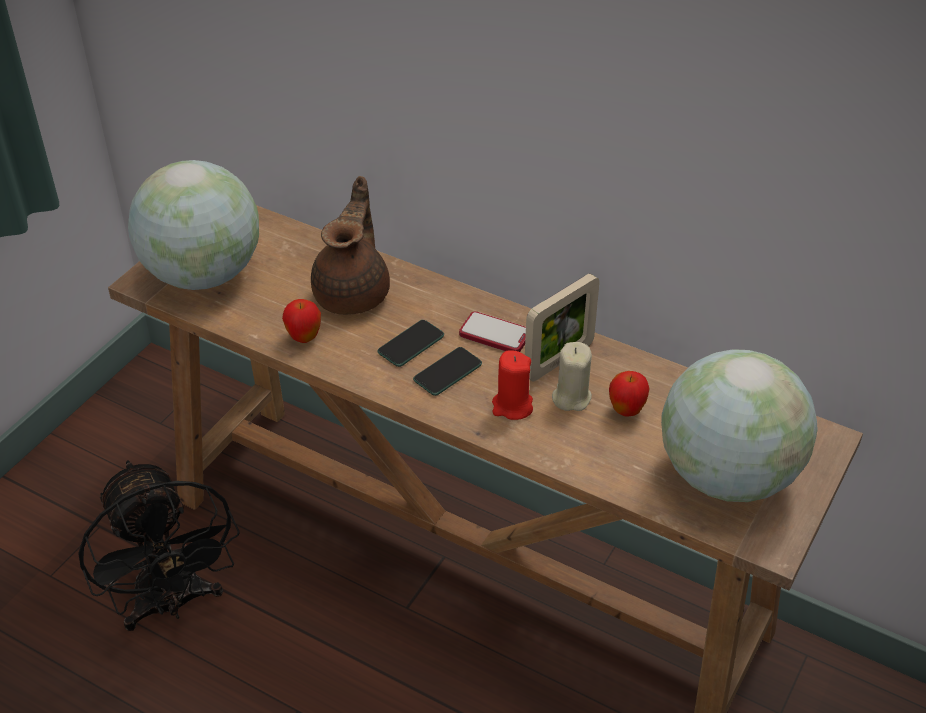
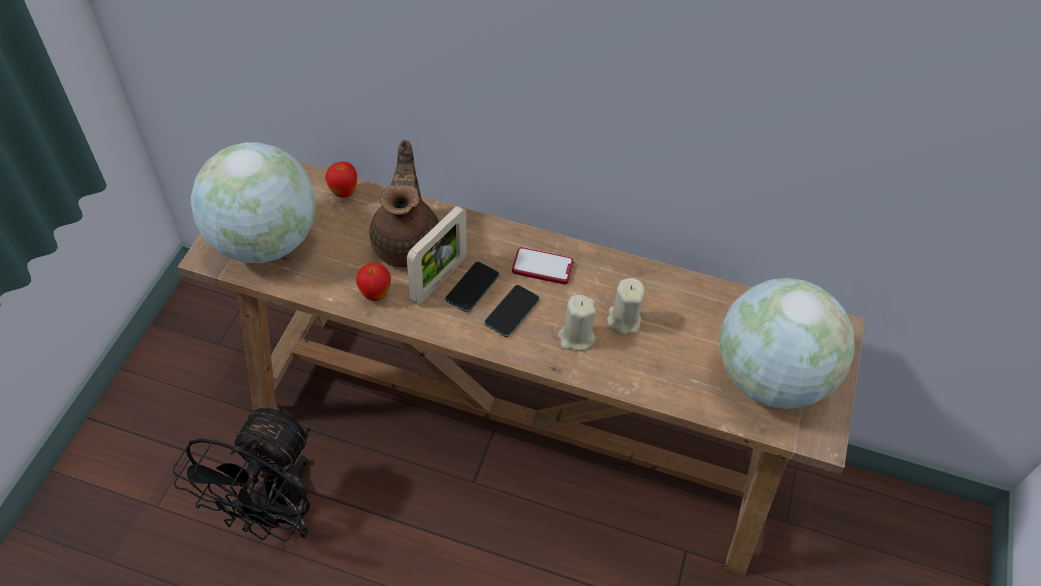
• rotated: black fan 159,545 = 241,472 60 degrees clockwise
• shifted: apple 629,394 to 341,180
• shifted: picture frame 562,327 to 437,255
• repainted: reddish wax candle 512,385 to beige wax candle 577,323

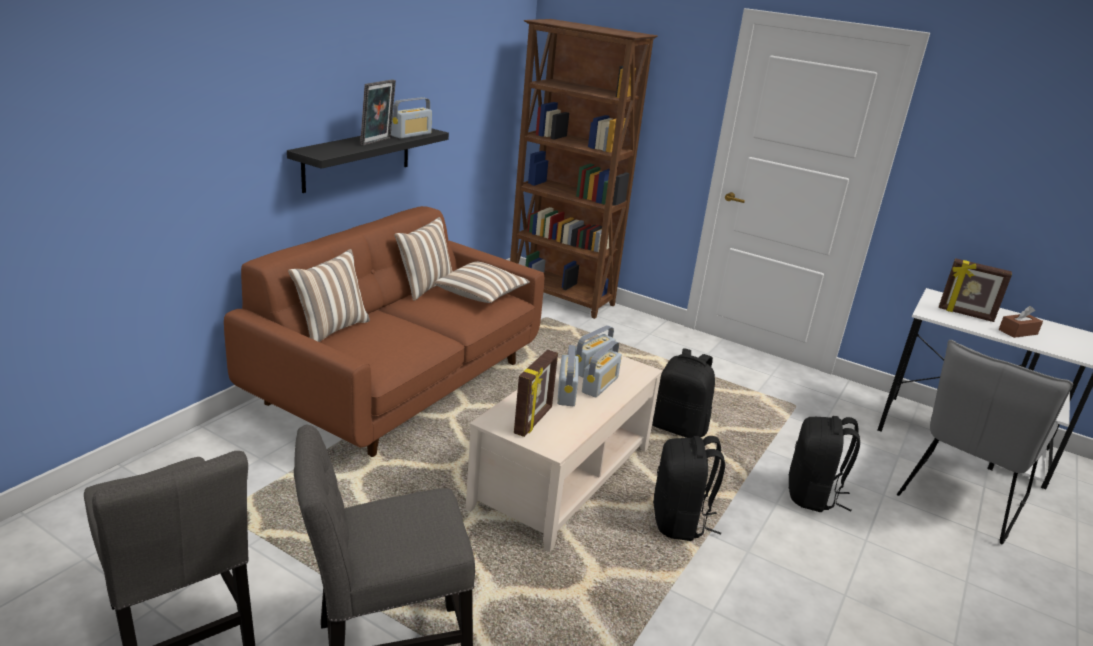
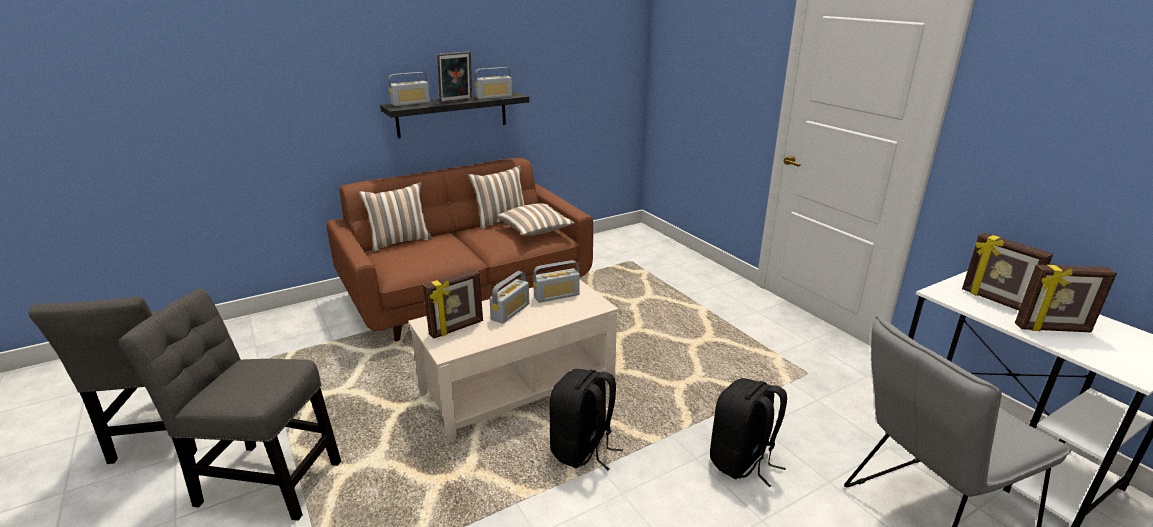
• shifted: radio set 602,368 to 409,89
• swapped: brown tissue box 1021,322 to picture frame 1066,298
• gone: brown bookcase 584,169
• gone: black knapsack 683,393

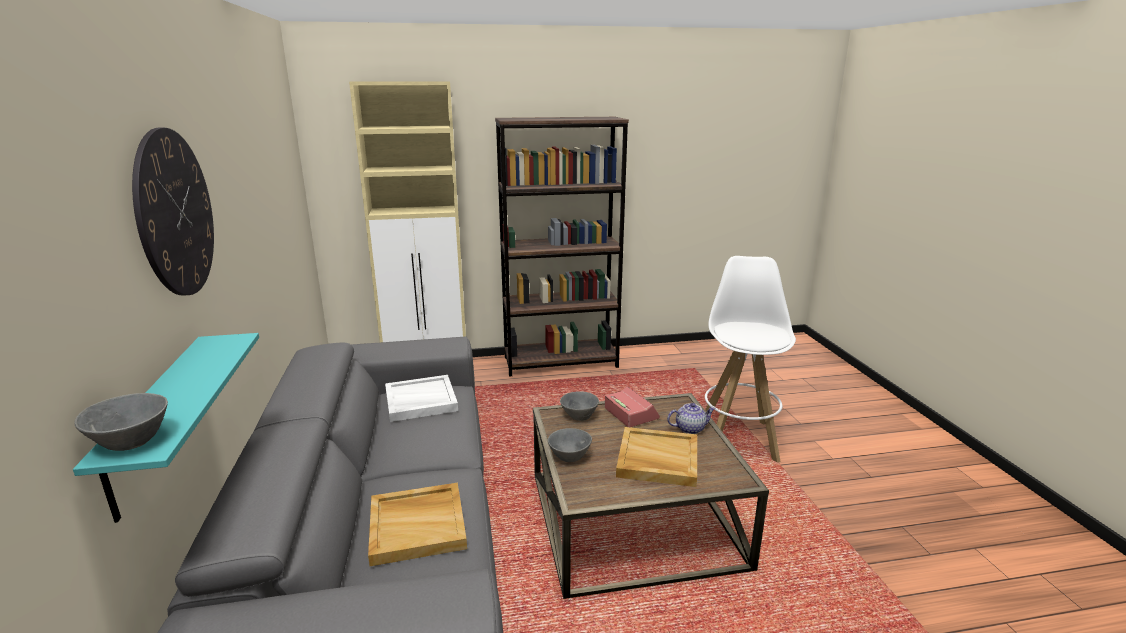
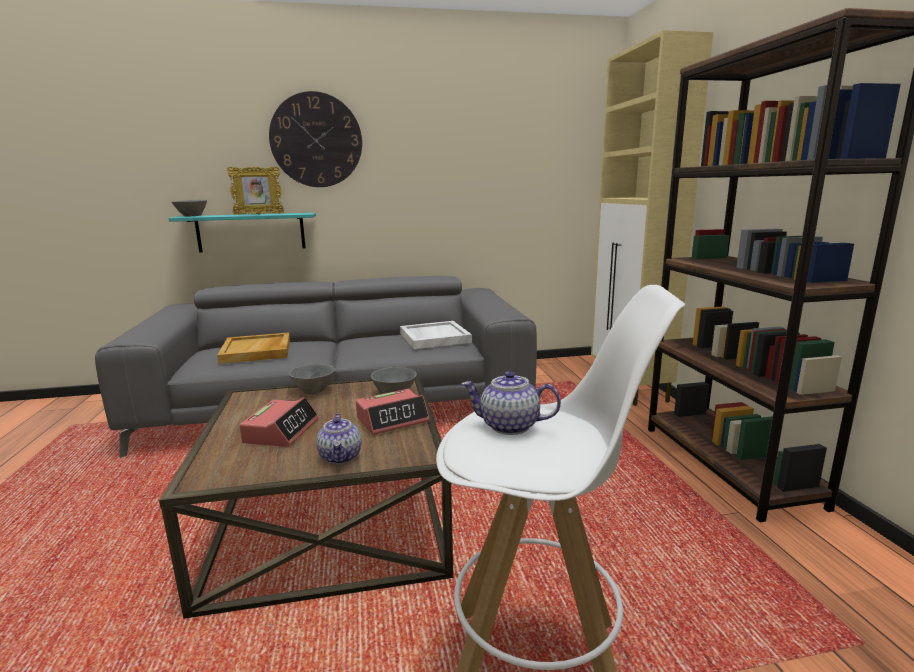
• new: picture frame 255,190
• swapped: beige carrying tray 656,457 to alarm clock 279,422
• new: pot for tea 511,403

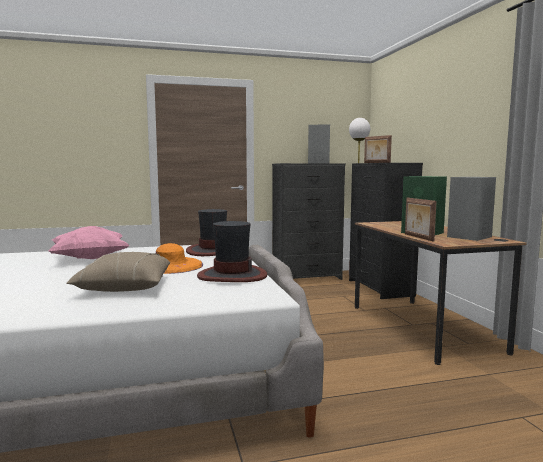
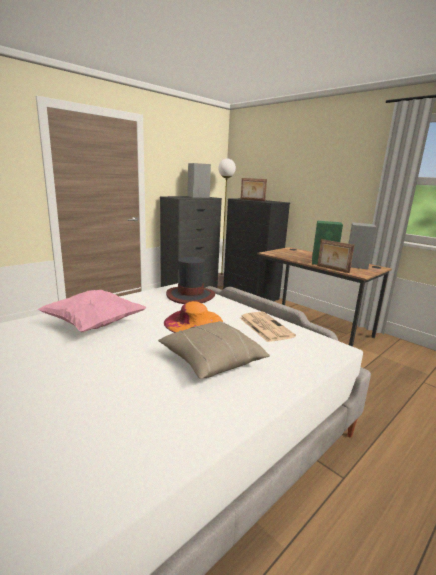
• swapped: hat 232,251 to printed paper 268,327

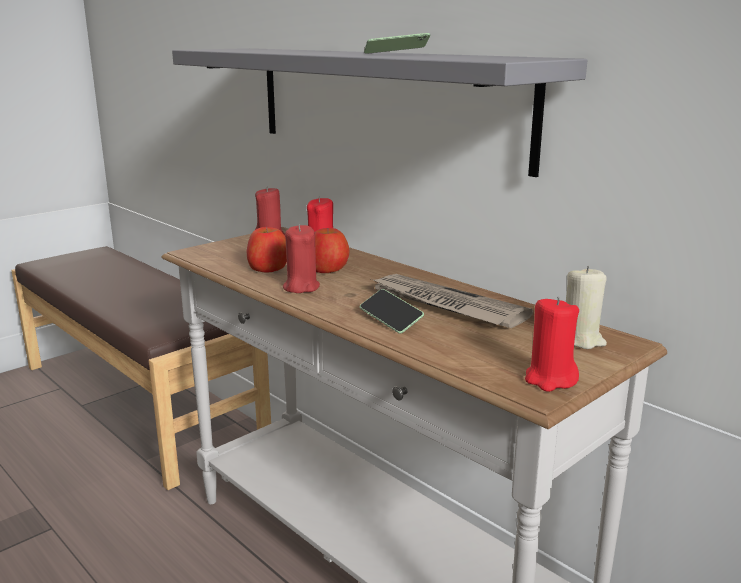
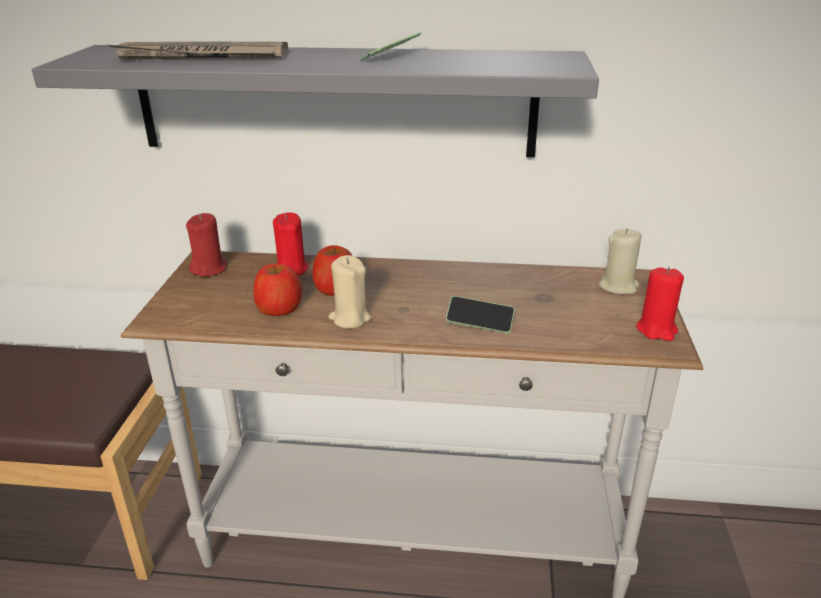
• shifted: printed paper 451,301 to 198,51
• repainted: reddish wax candle 301,259 to beige wax candle 350,291

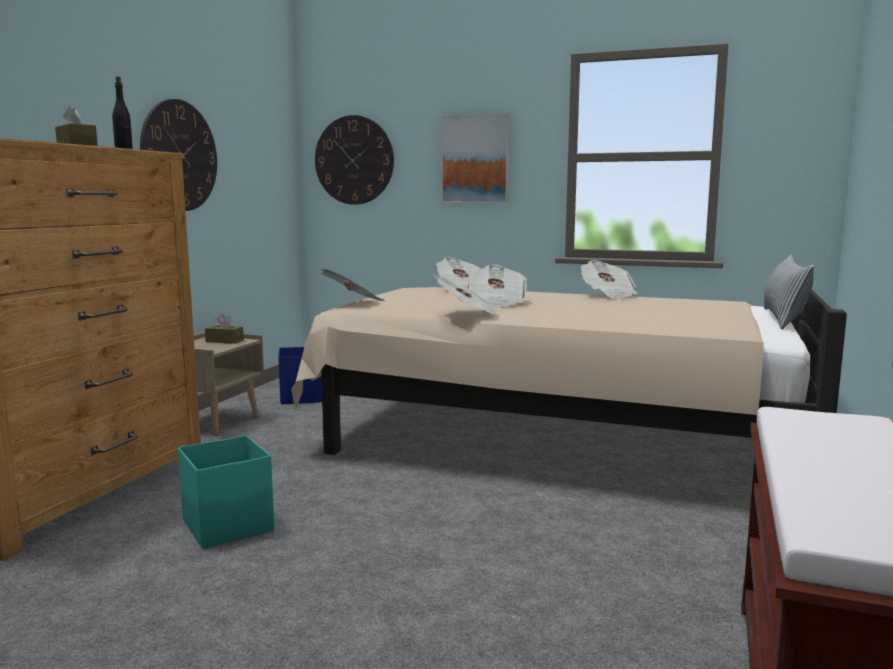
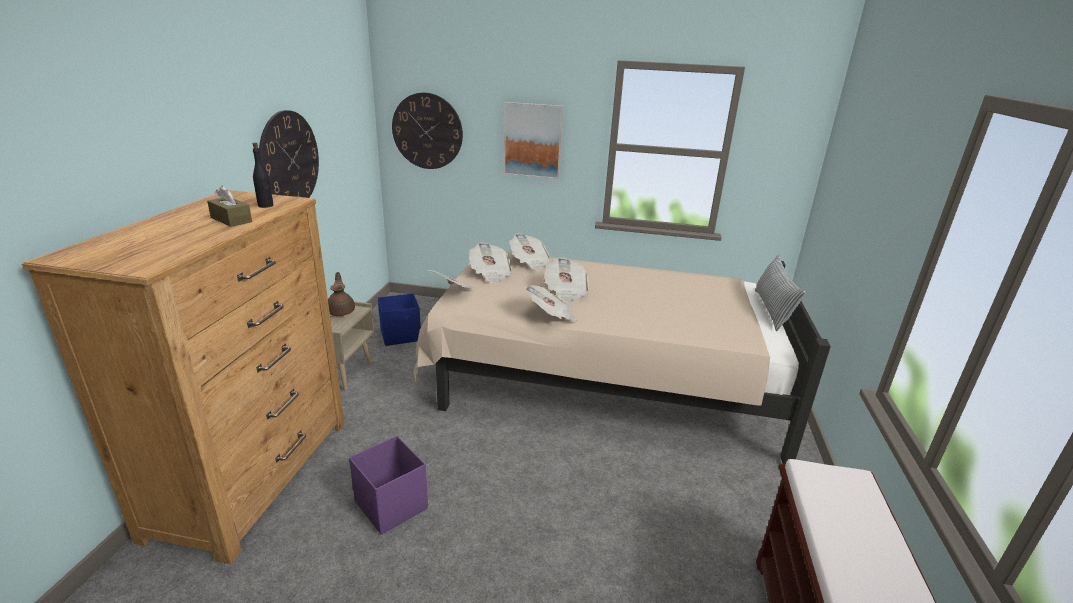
• swapped: brown tissue box 224,329 to brown pot for tea 341,294
• repainted: blue-green storage bin 226,492 to purple-coloured storage bin 388,485
• shifted: printed paper 609,280 to 490,263

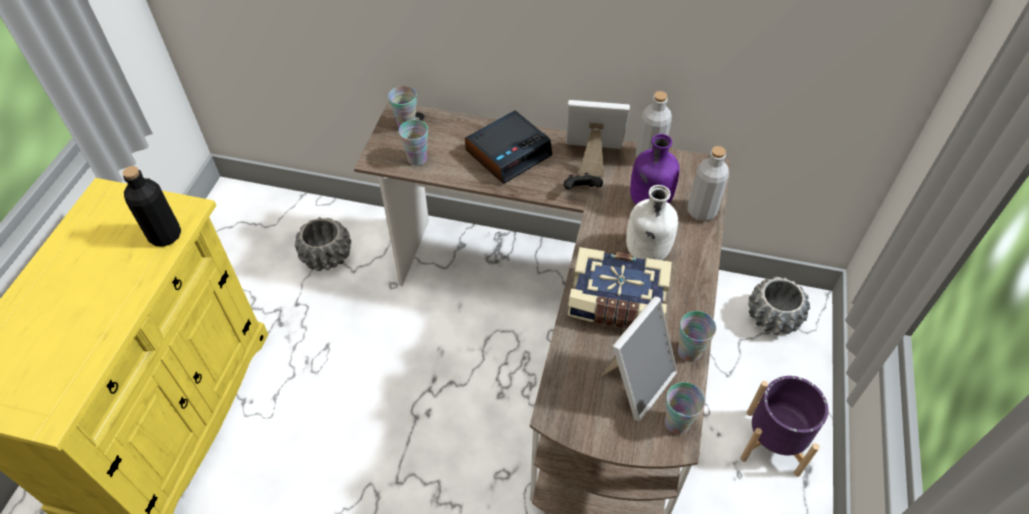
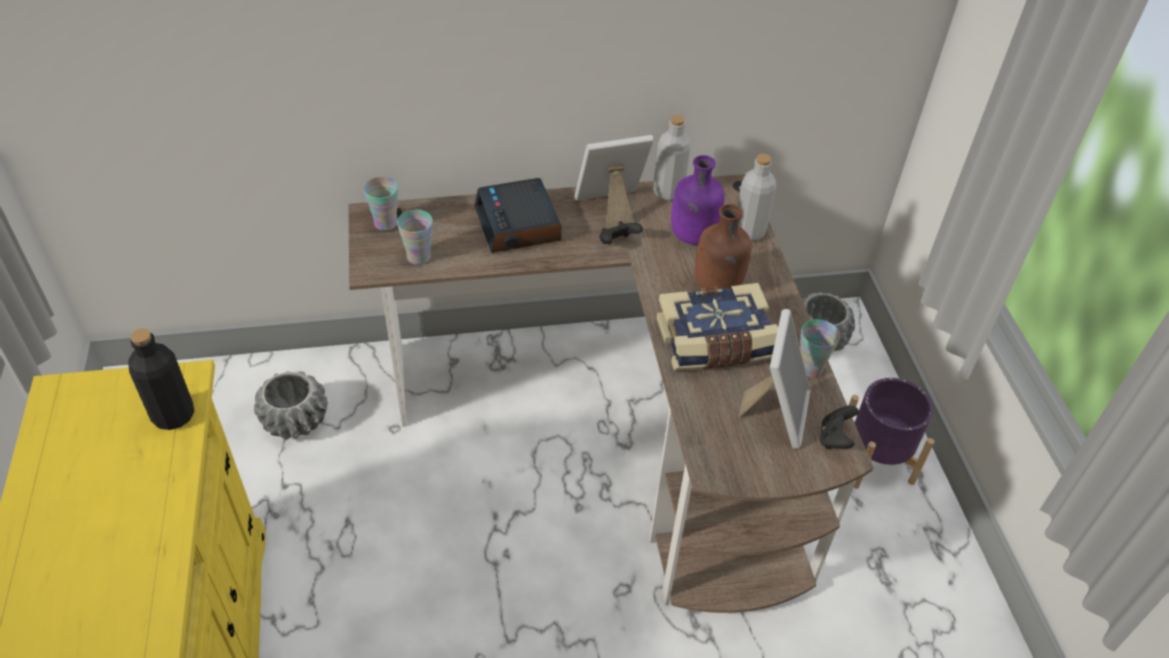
• rotated: alarm clock 508,147 = 517,215 135 degrees clockwise
• repainted: whitish bottle 652,222 to brown bottle 723,247
• swapped: cup 685,408 to black joypad 839,427

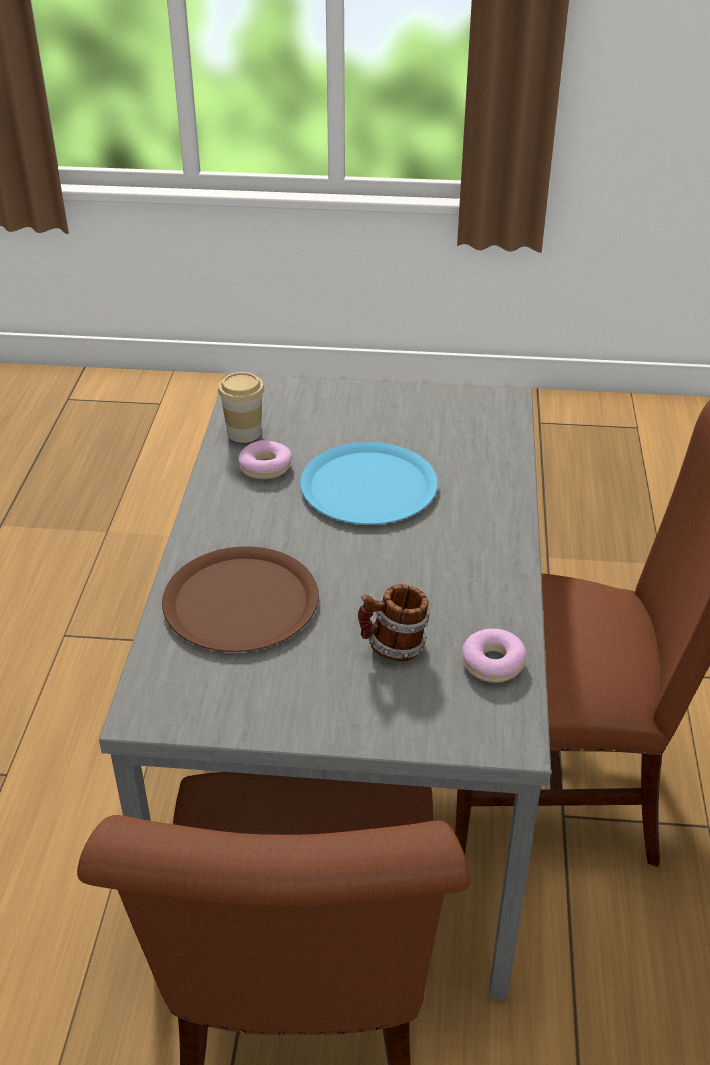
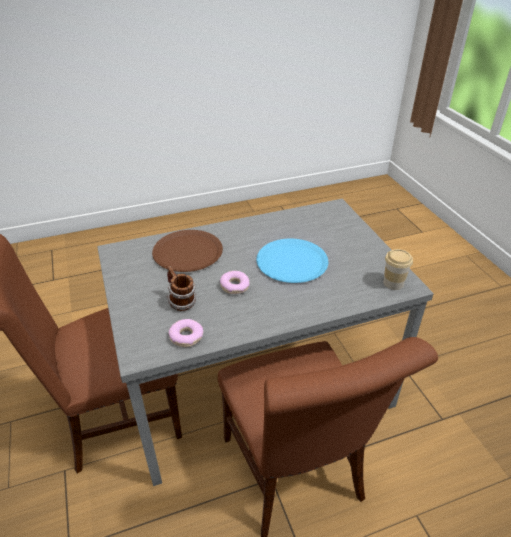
• shifted: ring doughnut 266,459 to 235,282
• shifted: cup 241,407 to 398,269

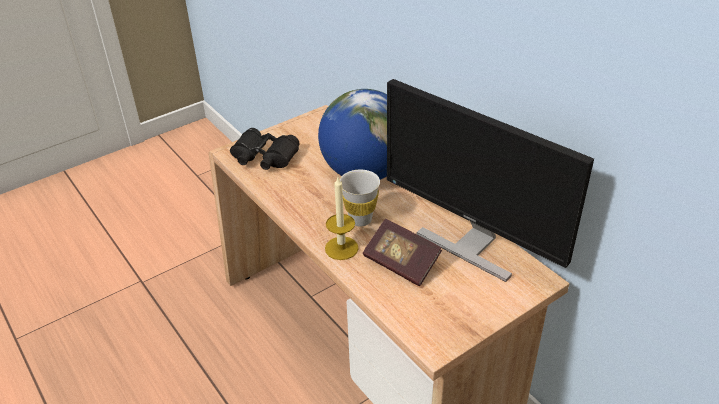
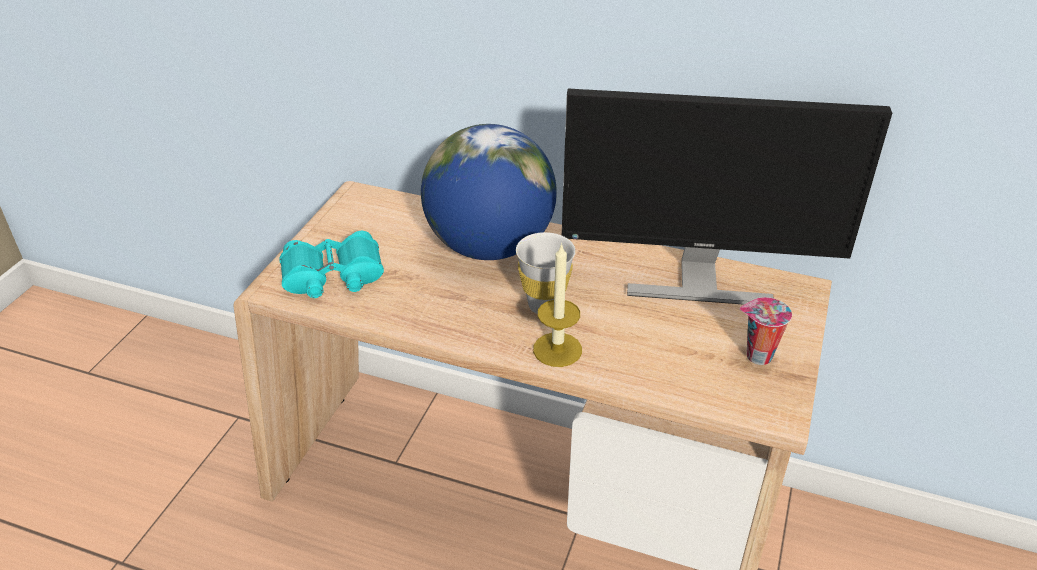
• repainted: black pair of binoculars 264,149 to blue-green pair of binoculars 331,264
• new: cup 766,331
• gone: volume 402,252

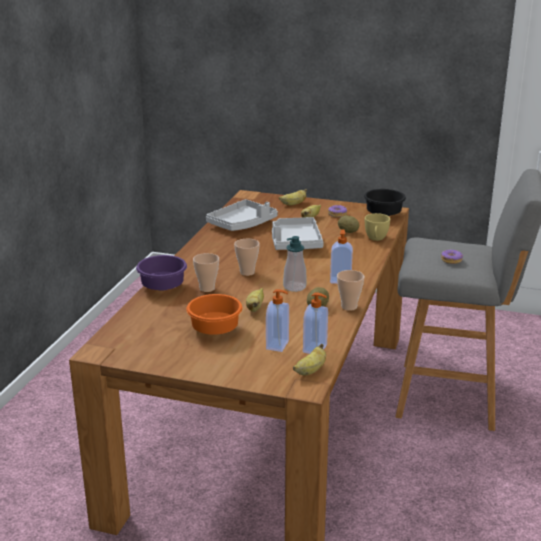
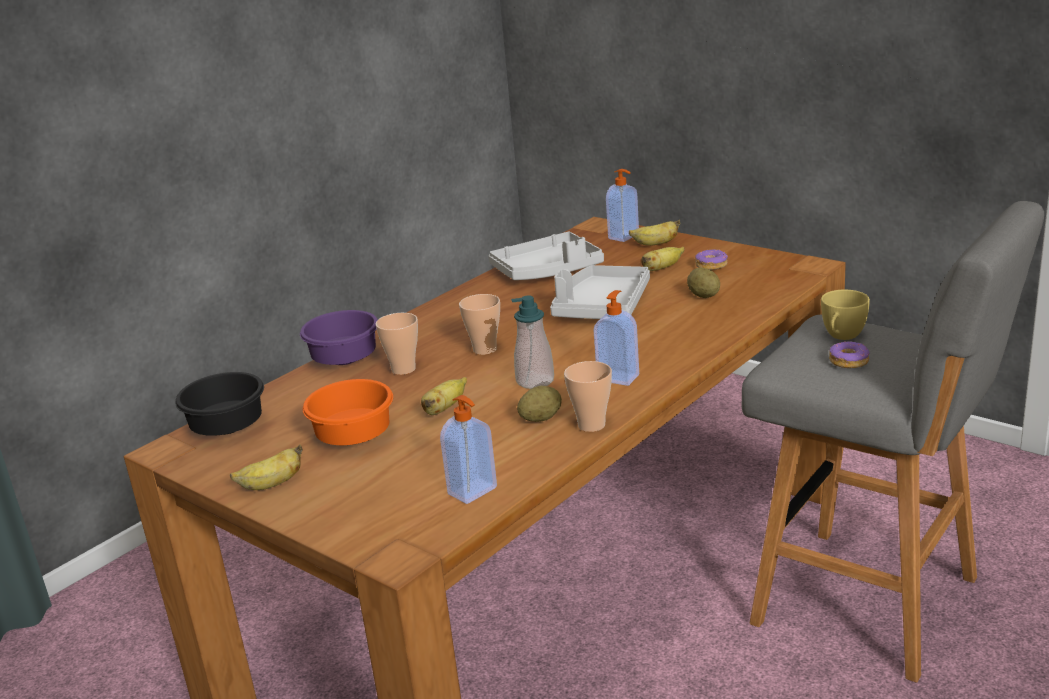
• shifted: black bowl 385,202 to 219,404
• shifted: banana 309,359 to 266,467
• shifted: soap dispenser 277,320 to 622,205
• shifted: yellowish cup 377,227 to 845,315

